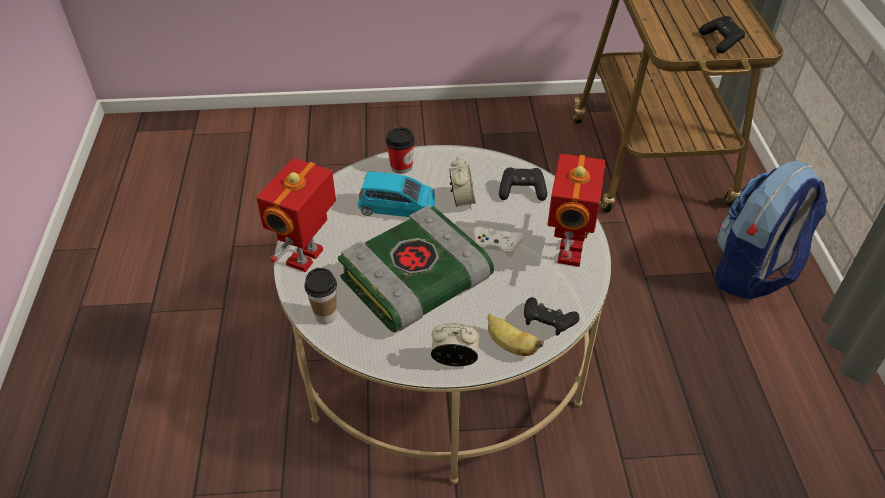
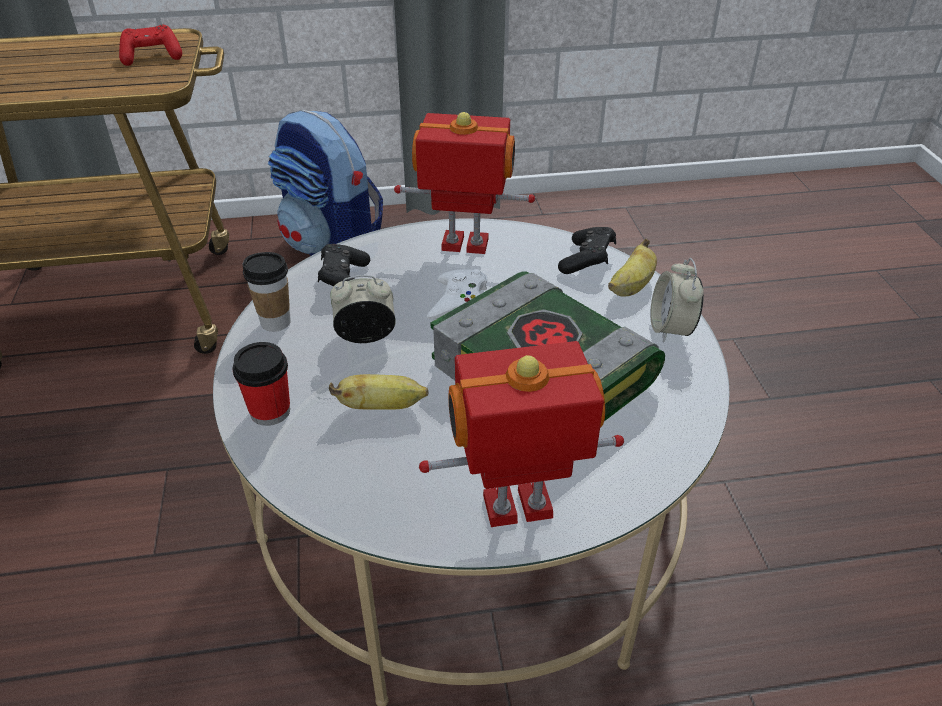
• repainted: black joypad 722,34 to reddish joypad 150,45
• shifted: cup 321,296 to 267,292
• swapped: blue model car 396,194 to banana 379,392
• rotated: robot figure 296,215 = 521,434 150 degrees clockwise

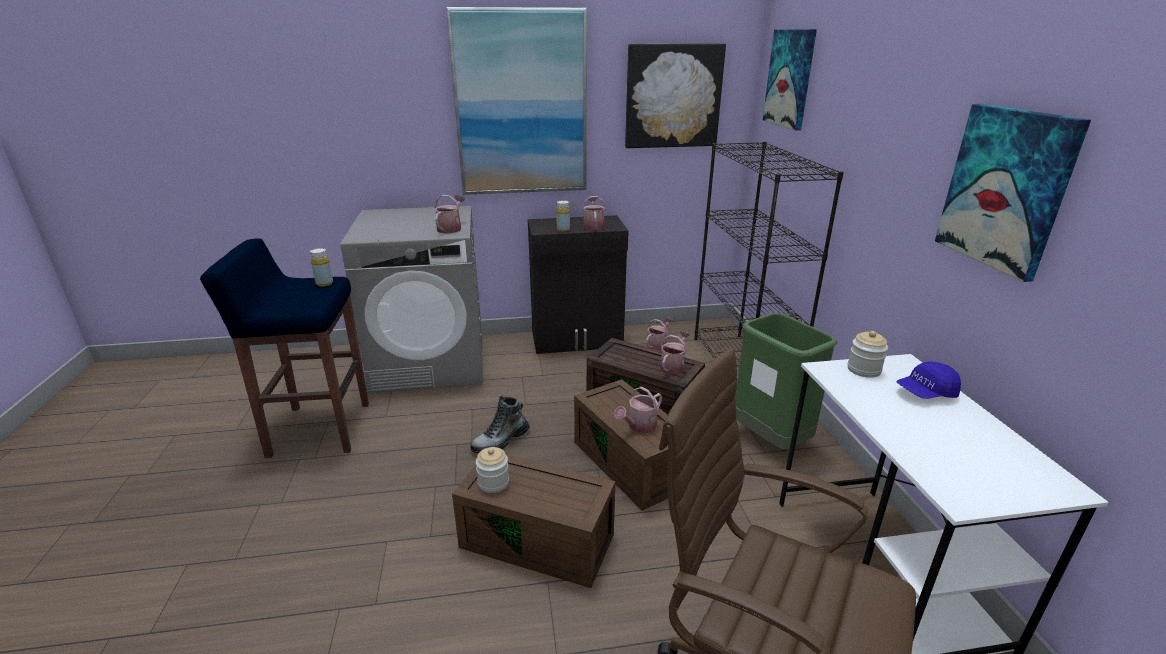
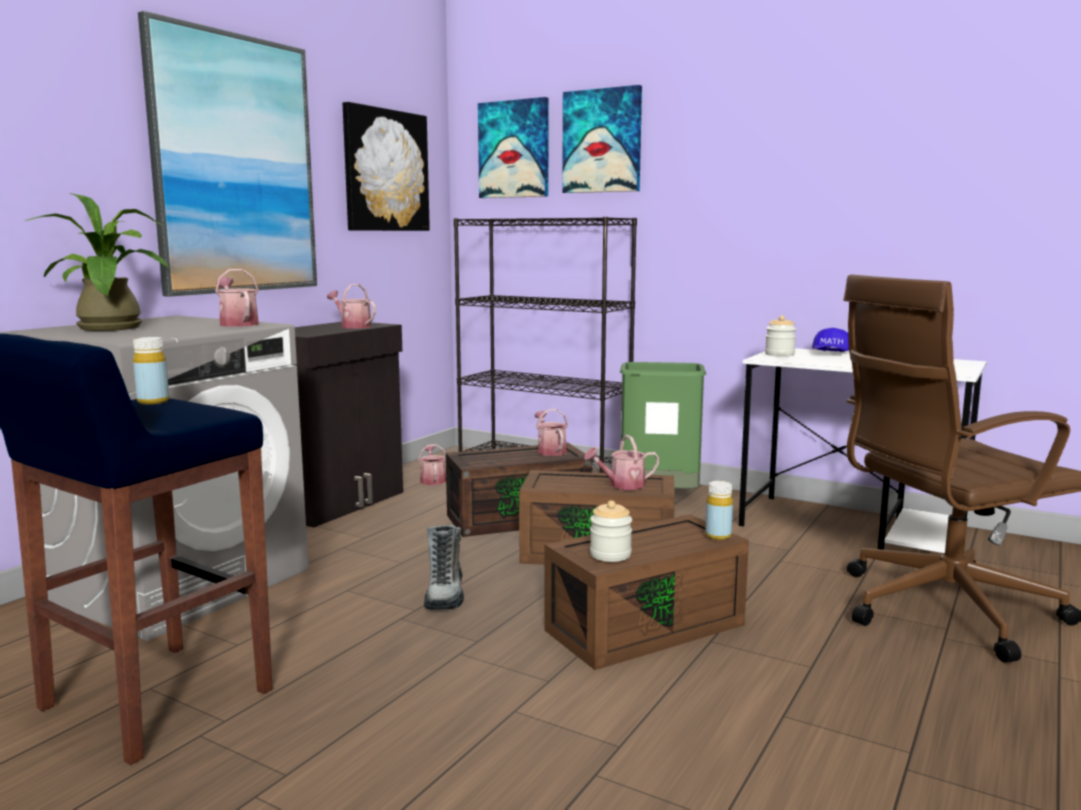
• new: houseplant 97,262
• shifted: wall picture 1013,193 to 602,139
• rotated: watering pot 638,410 = 621,462 75 degrees clockwise
• shifted: yellowish bottle 563,216 to 719,510

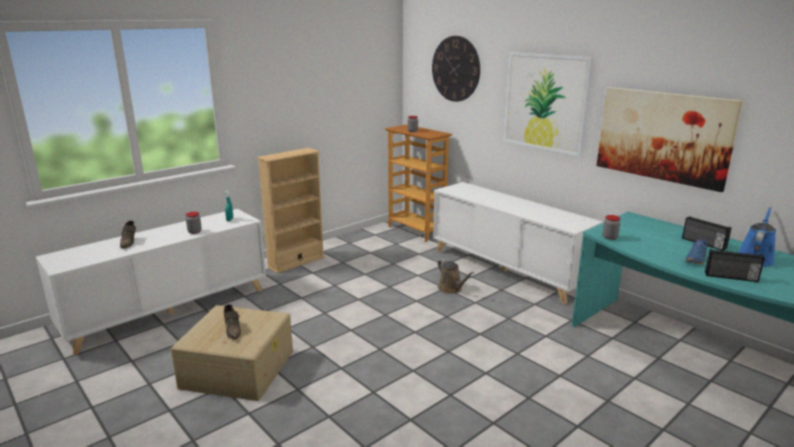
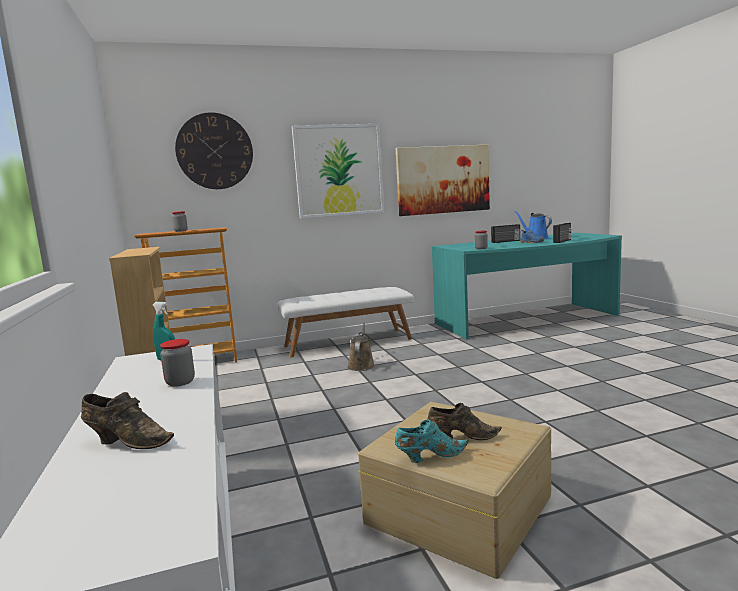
• swapped: whitish storage cabinet 518,243 to whitish long seat 345,322
• rotated: brown watering pot 456,276 = 361,347 75 degrees counterclockwise
• new: blue-green item of footwear 432,441

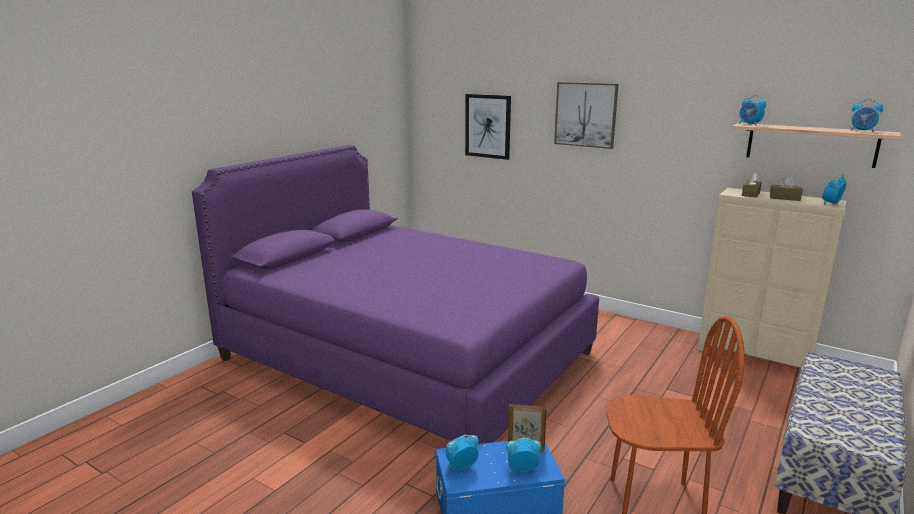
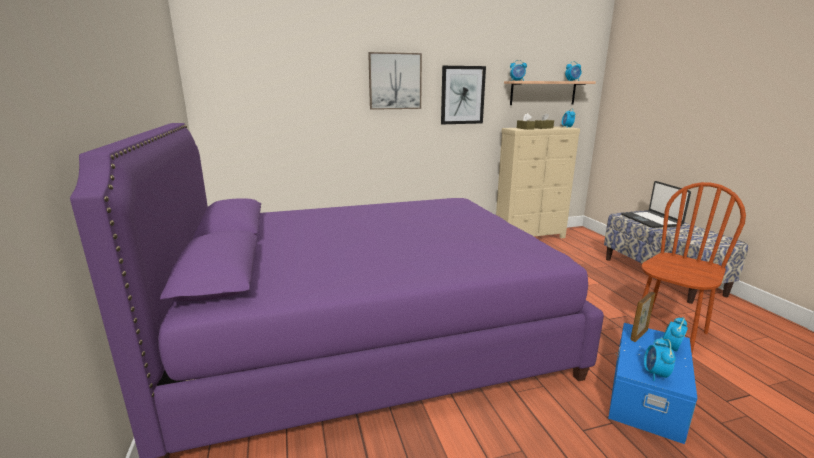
• shifted: wall picture 488,127 to 463,95
• new: notebook computer 656,204

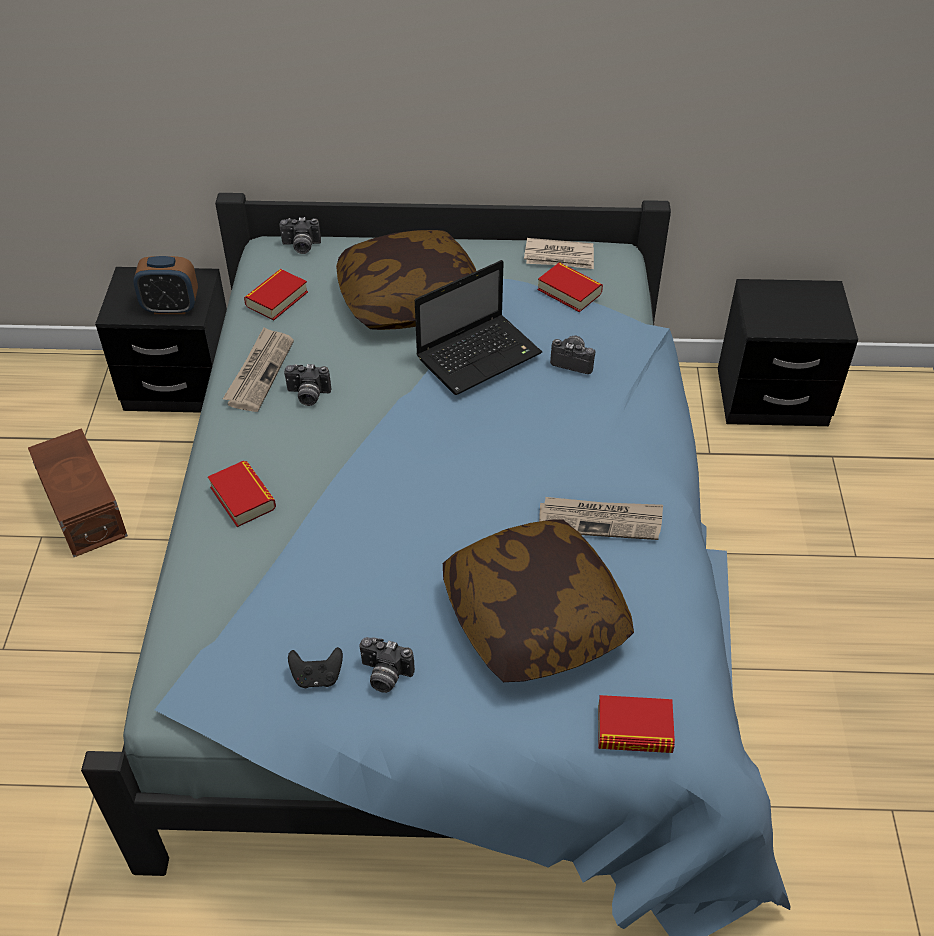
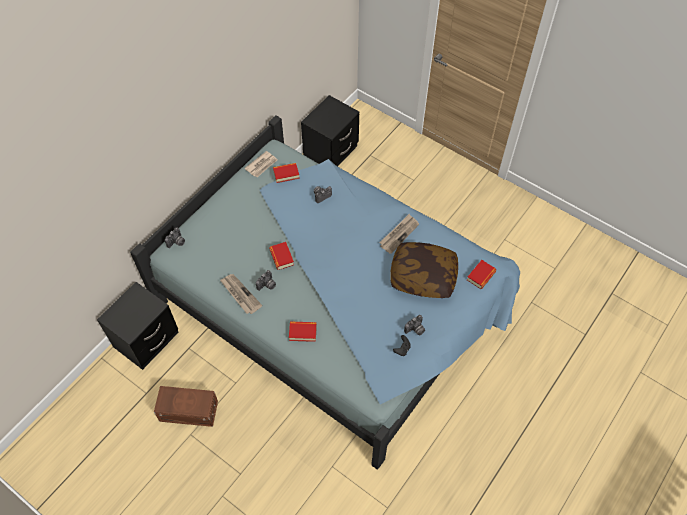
• shifted: volume 276,295 to 281,256
• gone: alarm clock 165,285
• gone: throw pillow 406,280
• gone: notebook computer 478,327

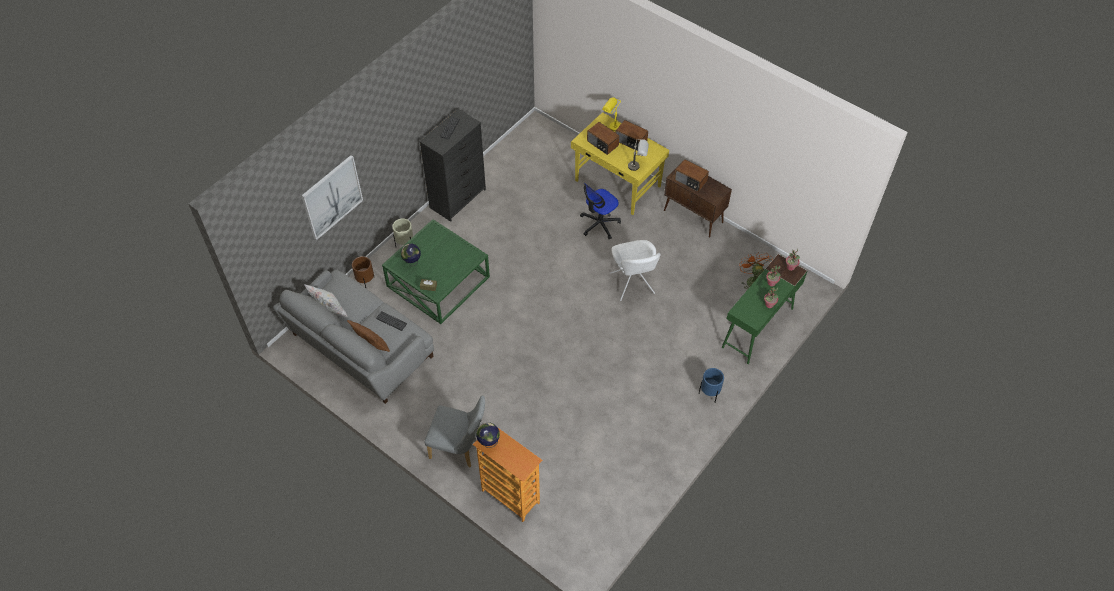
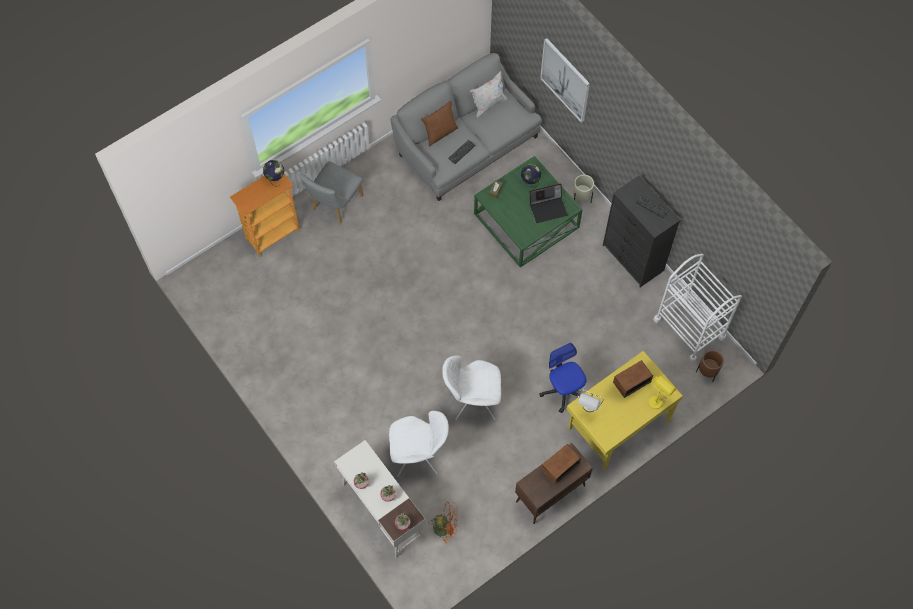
• repainted: green desk unit 764,309 to whitish desk unit 380,499
• new: whitish plain chair 419,444
• new: notebook computer 549,203
• new: whitish cart 697,308
• shifted: brown planter 363,272 to 710,366
• gone: radio set 631,135
• gone: blue planter 711,385

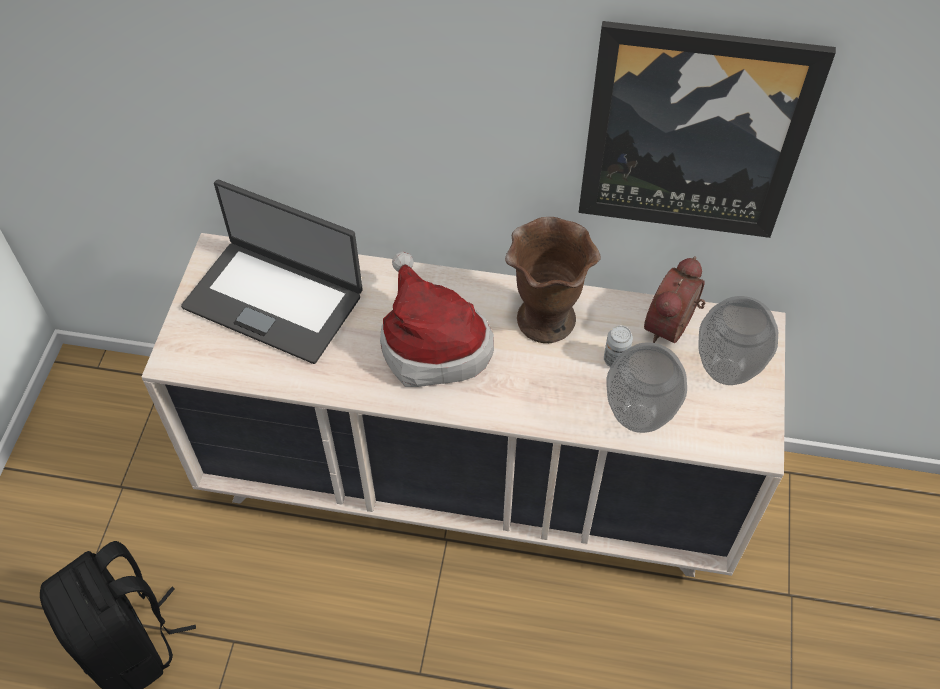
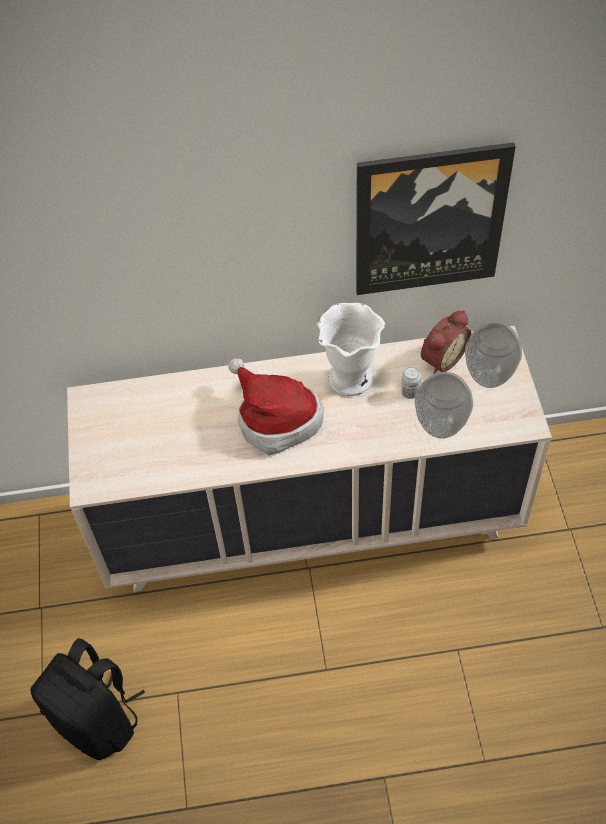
• repainted: brown vase 553,280 to whitish vase 351,349
• rotated: alarm clock 674,299 = 446,342 150 degrees counterclockwise
• gone: notebook computer 272,272

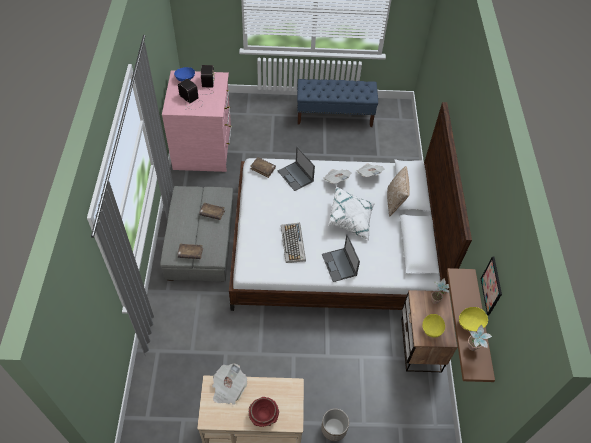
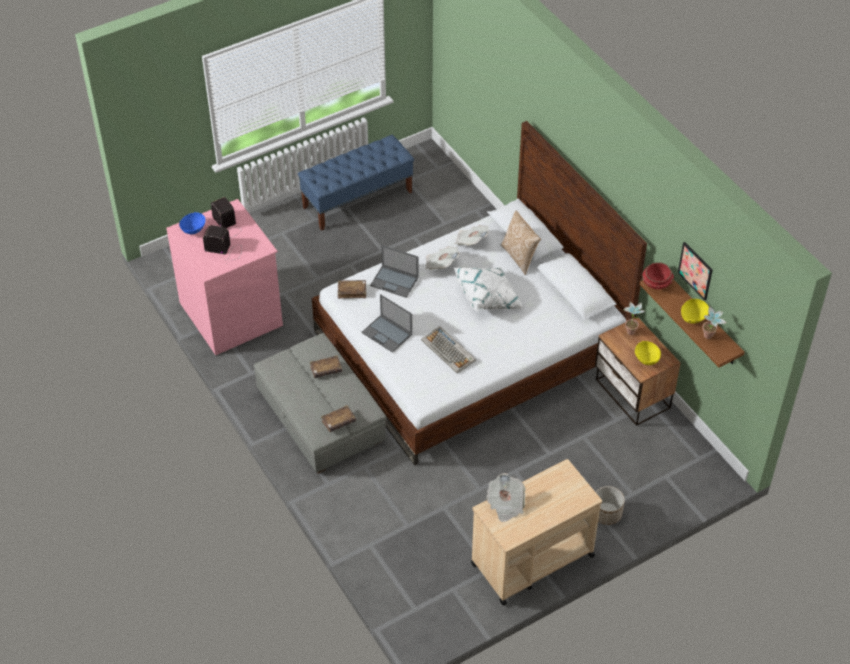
• shifted: notebook computer 341,258 to 386,323
• shifted: reddish bowl 264,412 to 658,275

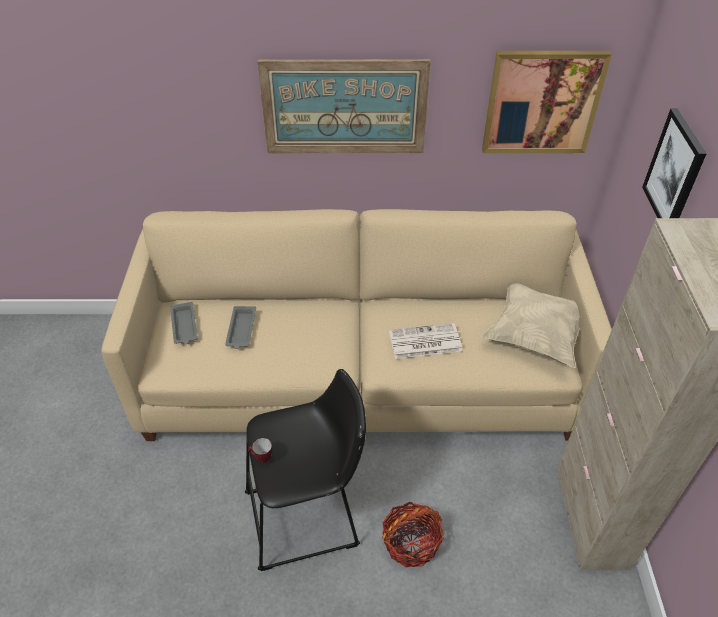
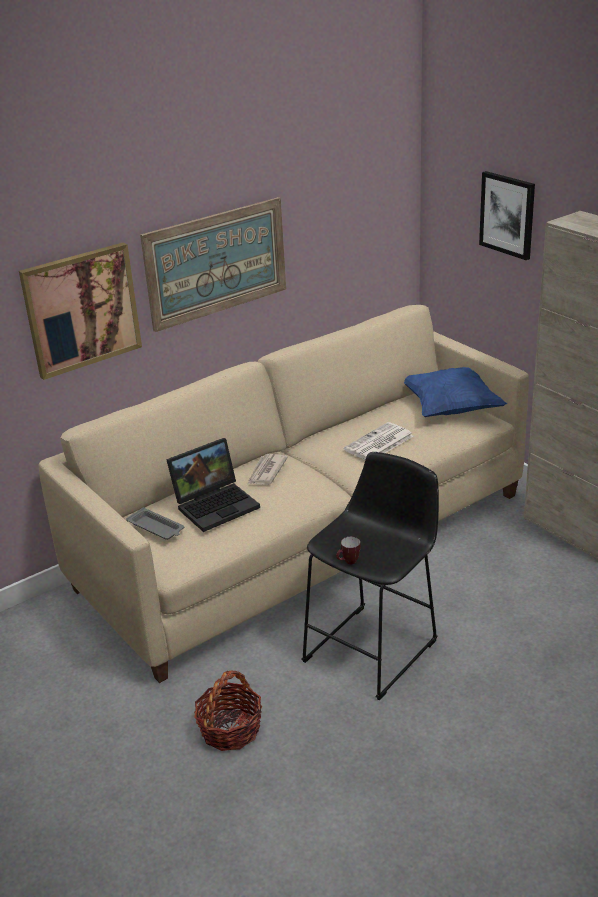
• shifted: wall picture 547,102 to 80,311
• swapped: greyish carrying tray 240,327 to notebook computer 213,485
• shifted: basket 413,534 to 228,710
• new: printed paper 268,469
• repainted: beige throw pillow 531,325 to blue throw pillow 455,392

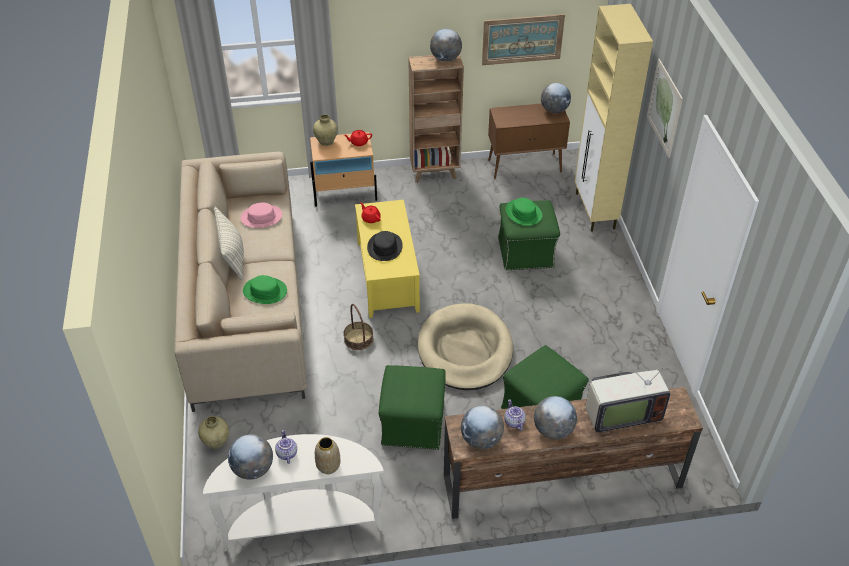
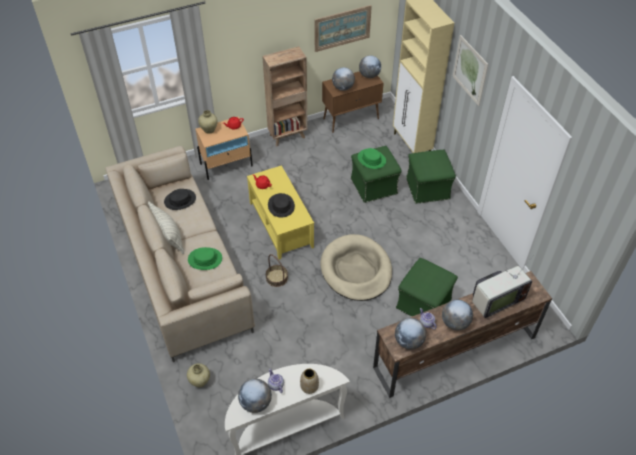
• repainted: pinkish hat 261,215 to black hat 180,199
• shifted: globe 446,45 to 343,79
• shifted: green pouffe 412,407 to 431,177

